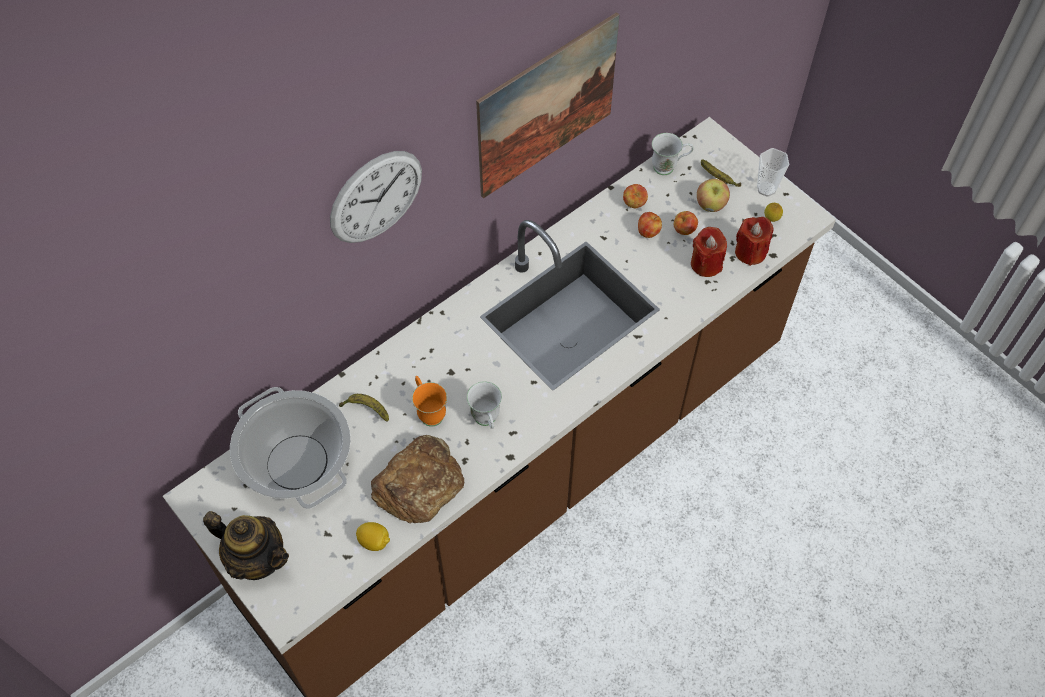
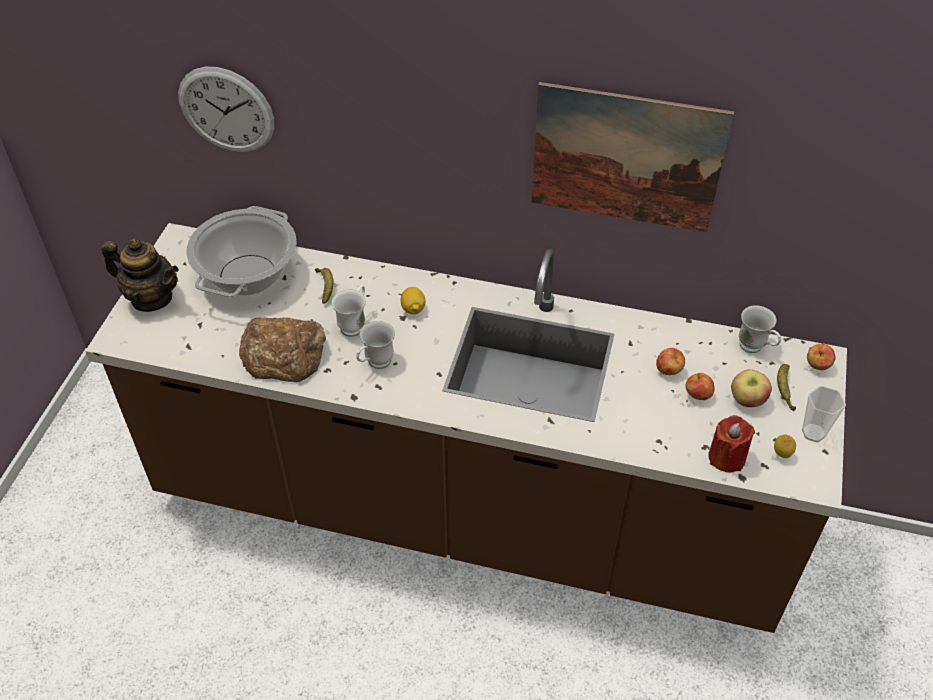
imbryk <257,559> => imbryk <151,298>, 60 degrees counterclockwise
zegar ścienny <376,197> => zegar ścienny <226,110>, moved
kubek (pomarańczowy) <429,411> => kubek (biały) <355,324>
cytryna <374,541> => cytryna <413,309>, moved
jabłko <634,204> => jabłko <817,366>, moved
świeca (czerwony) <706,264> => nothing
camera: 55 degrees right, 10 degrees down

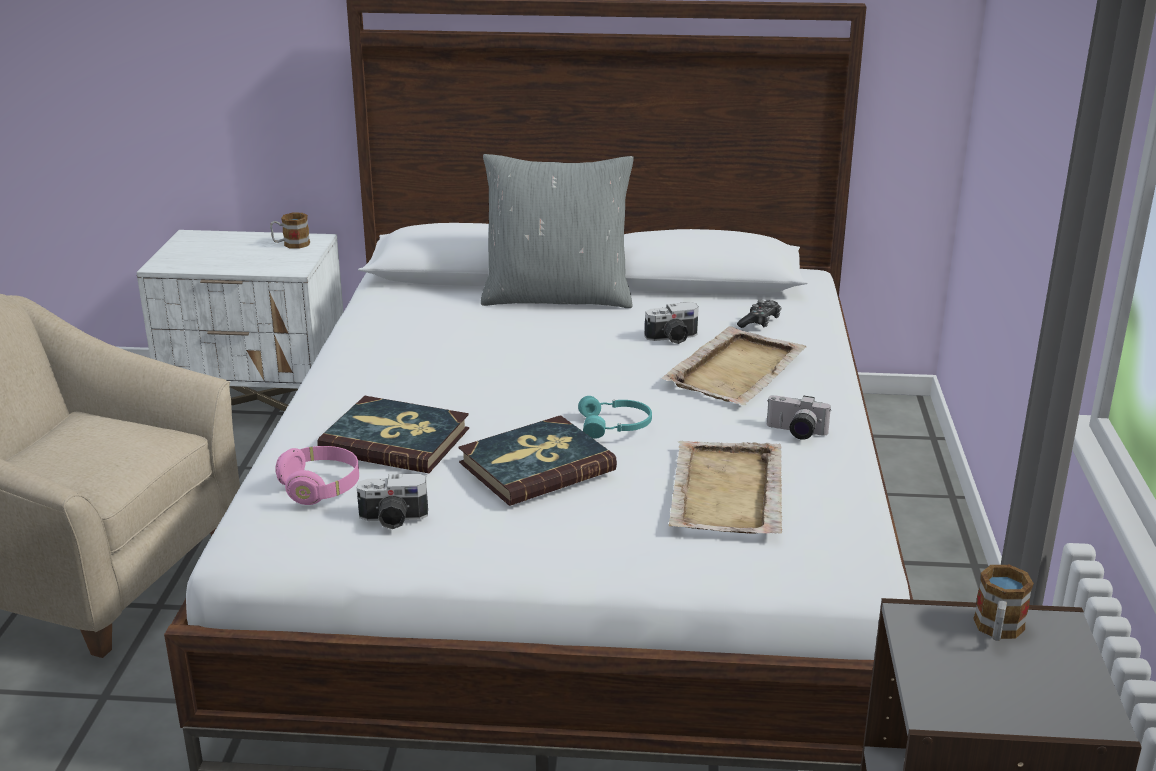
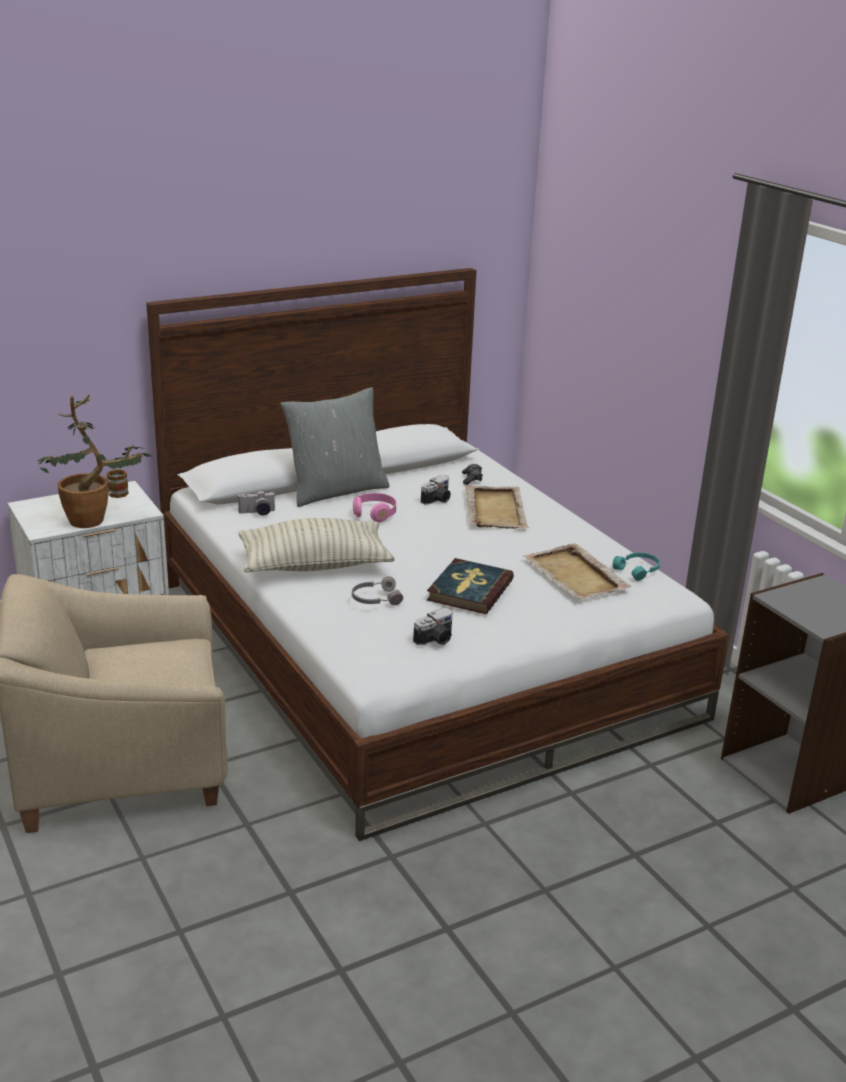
nothing => roślina doniczkowa <95,521>
aparat fotograficzny <795,433> => aparat fotograficzny <257,513>, moved
nothing => poduszka <315,565>
książka <395,440> => słuchawki (szary) <375,599>
słuchawki (różowy) <320,488> => słuchawki (różowy) <375,514>, moved
słuchawki (turkusowy) <616,426> => słuchawki (turkusowy) <638,570>, moved
kubek <997,630> => nothing
camera: 35 degrees left, 0 degrees up

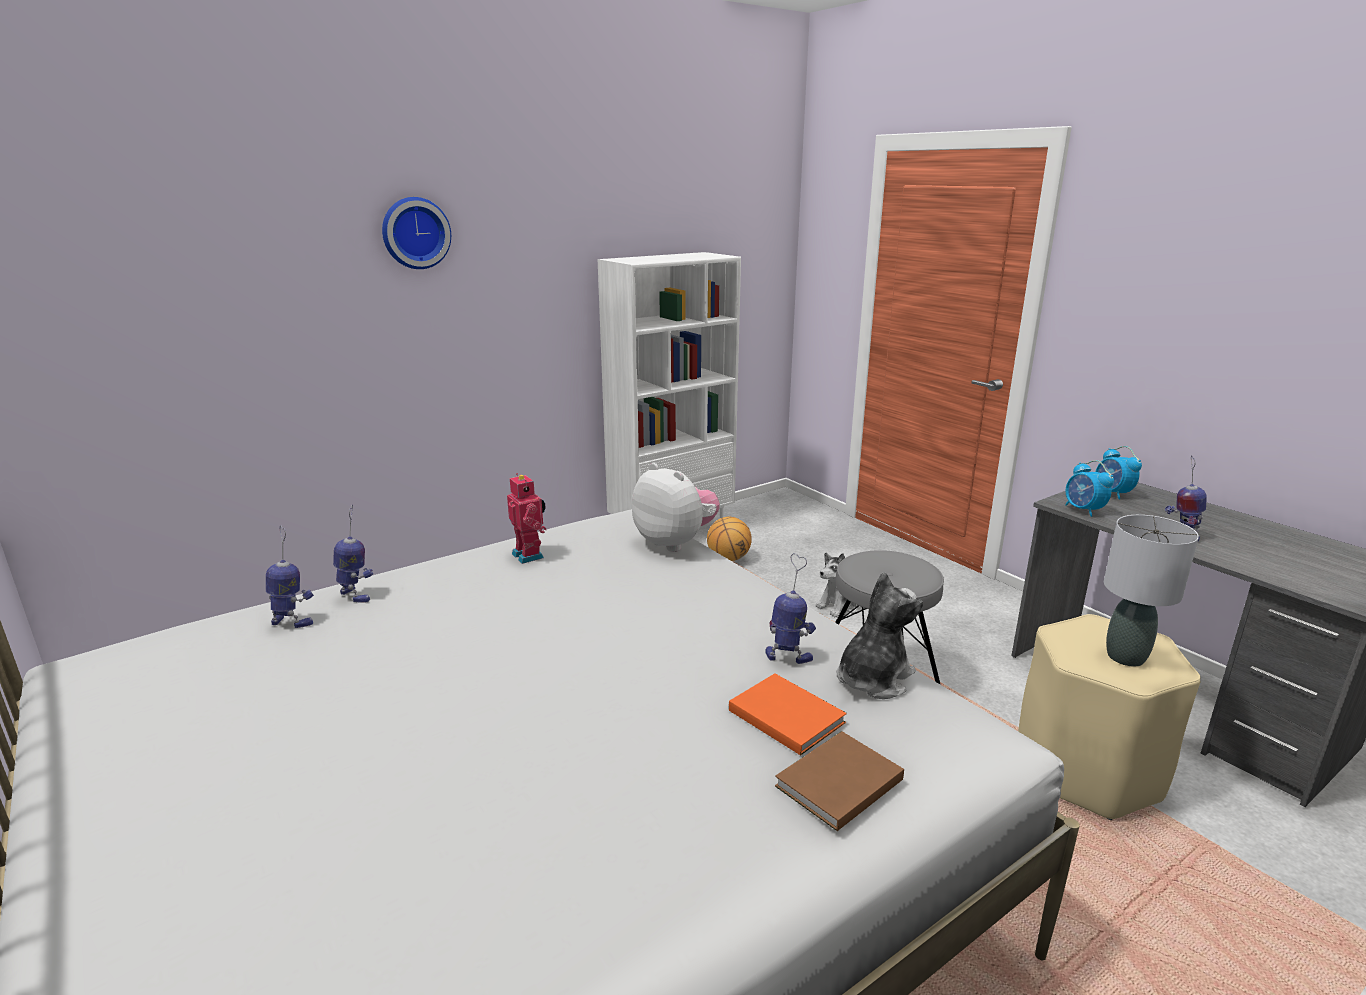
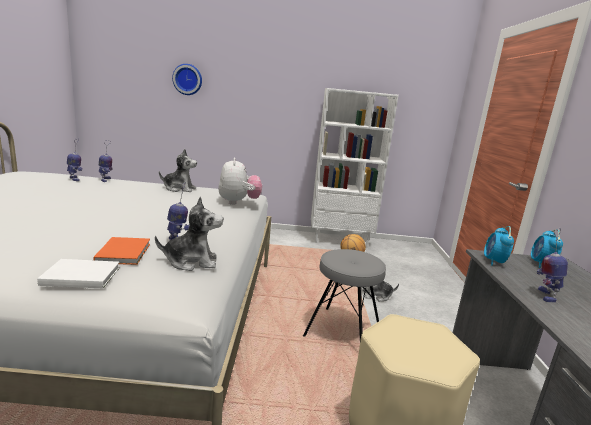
książka (brązowy) <835,783> => książka (biały) <80,276>
robot zabawkowy <530,555> => pluszak <179,189>
zegar ścienny <415,233> => zegar ścienny <188,79>, moved
lampa stołowa (szary) <1126,657> => nothing
camera: 35 degrees right, 5 degrees down

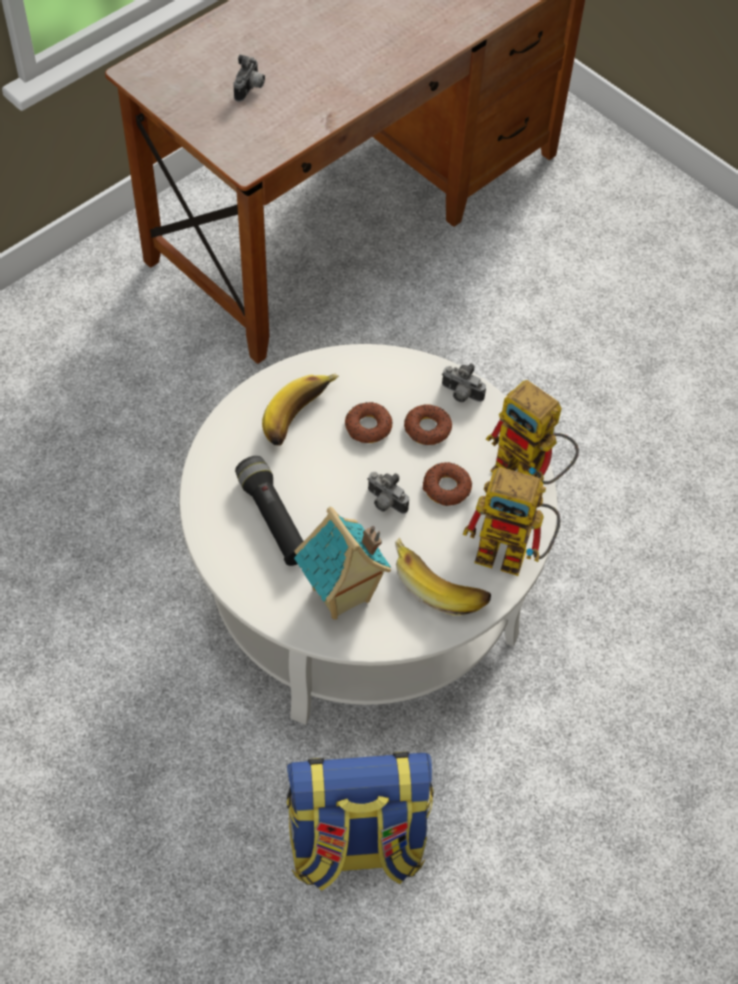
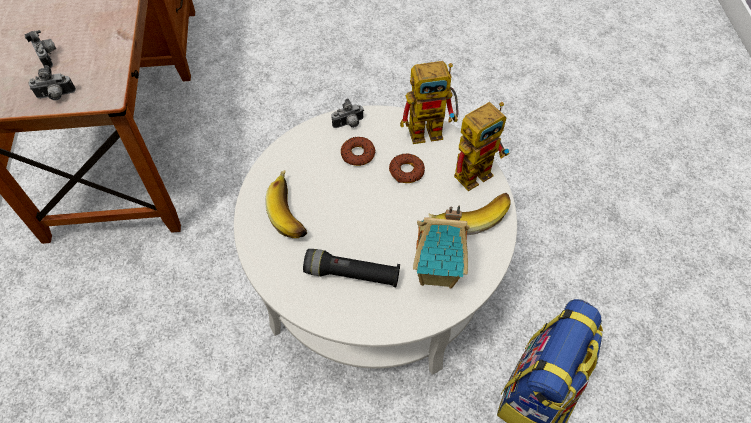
aparat fotograficzny <384,502> => aparat fotograficzny <56,96>, moved
donut <368,427> => nothing
camera: 50 degrees left, 0 degrees up

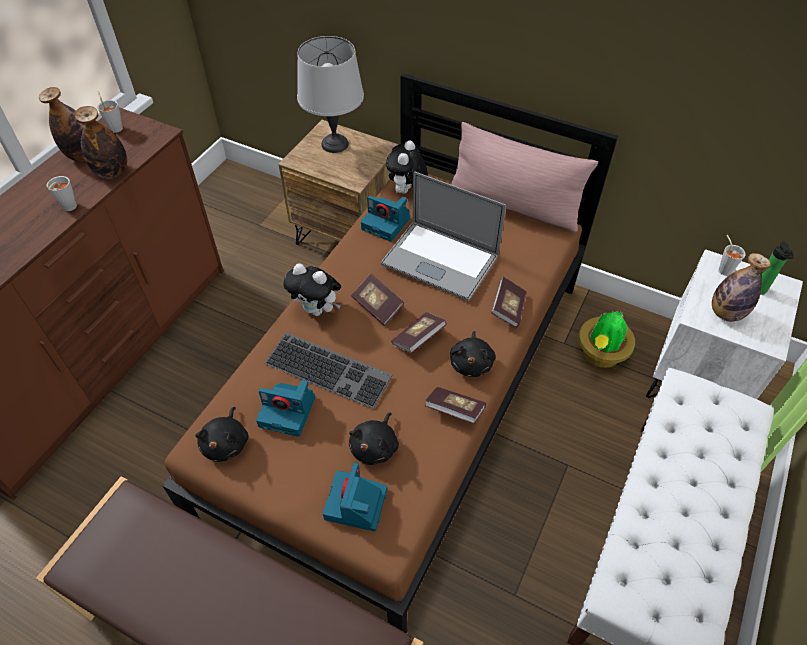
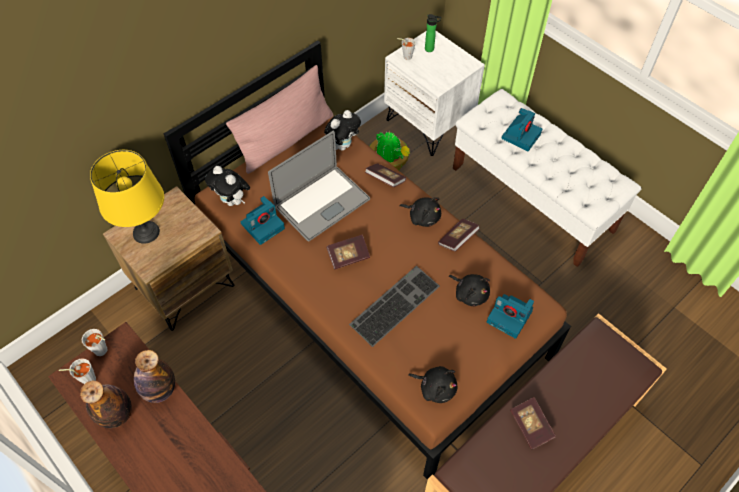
filiżanka (szary) <68,208> => filiżanka (szary) <103,352>, moved
lampa stołowa (szary) <335,144> => lampa stołowa (żółty) <146,232>
pluszak <317,310> => pluszak <343,145>, moved
aparat fotograficzny <288,411> => aparat fotograficzny <521,135>, moved
książka <418,339> => książka <530,426>, moved
butelka <726,313> => nothing
camera: 70 degrees left, 5 degrees up

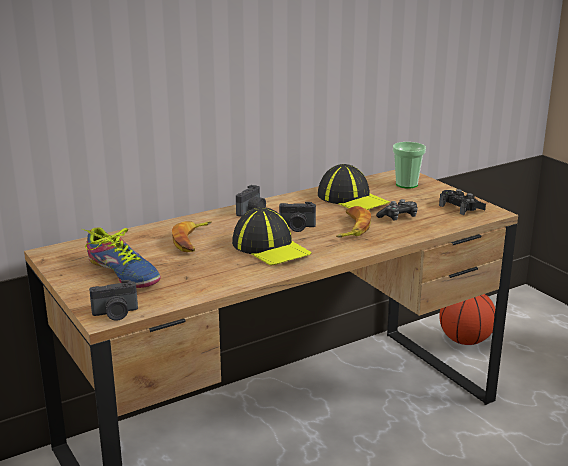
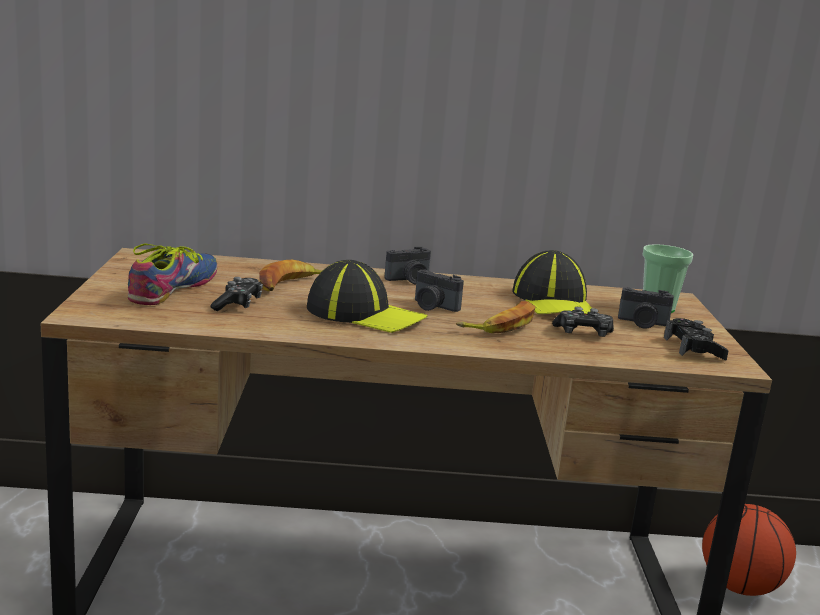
but <123,272> => but <173,288>, 150 degrees counterclockwise
nothing => pad do gier <238,304>
czapka z daszkiem <271,248> => czapka z daszkiem <365,314>, 60 degrees counterclockwise
aparat fotograficzny <115,314> => aparat fotograficzny <642,323>, moved
camera: 30 degrees right, 5 degrees down

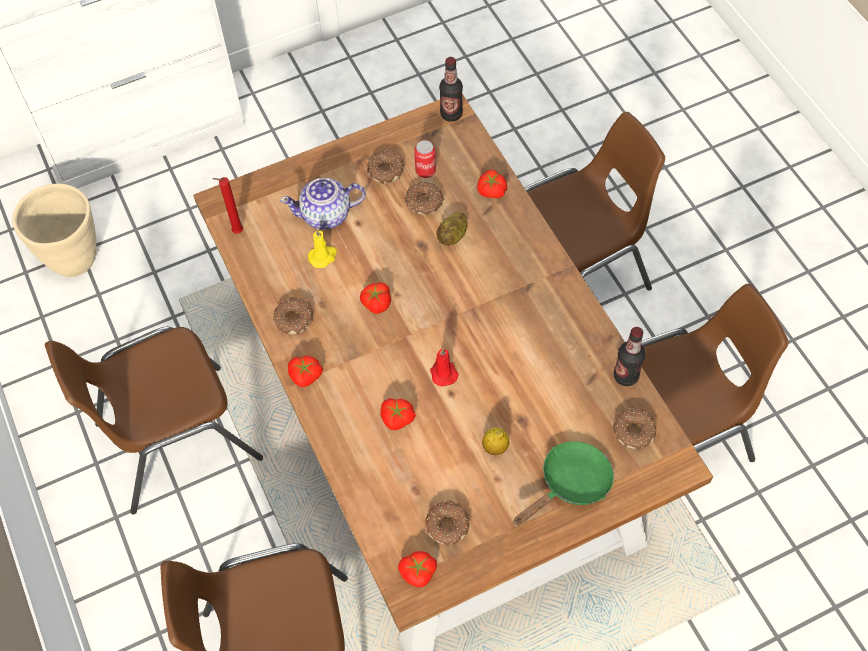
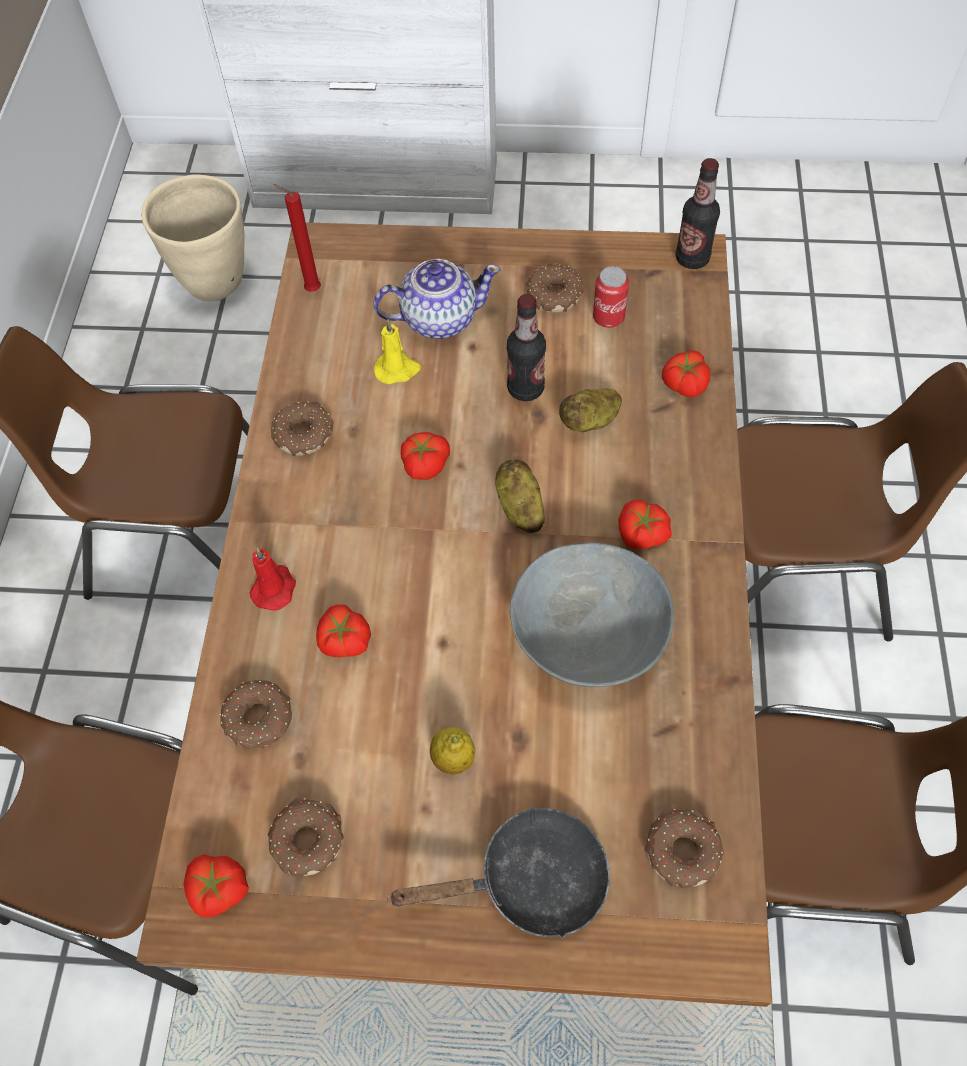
donut <425,202> => donut <259,720>, moved
świeca (czerwony) <443,372> => świeca (czerwony) <274,588>, moved
imbryk <326,215> => imbryk <438,318>, 150 degrees clockwise
patelnia (zielony) <570,484> => patelnia (czarny) <530,881>
nothing => ziemniak <519,507>
butelka <626,376> => butelka <525,388>, moved
nothing => miska (szary) <588,637>
pomidor <305,376> => pomidor <641,535>, moved
camera: 30 degrees right, 0 degrees up

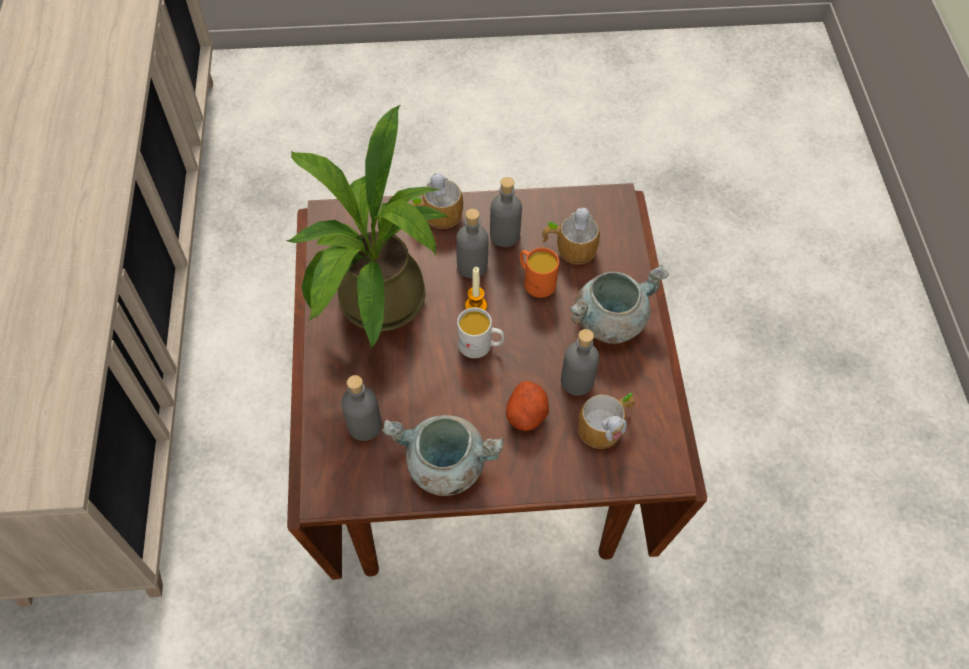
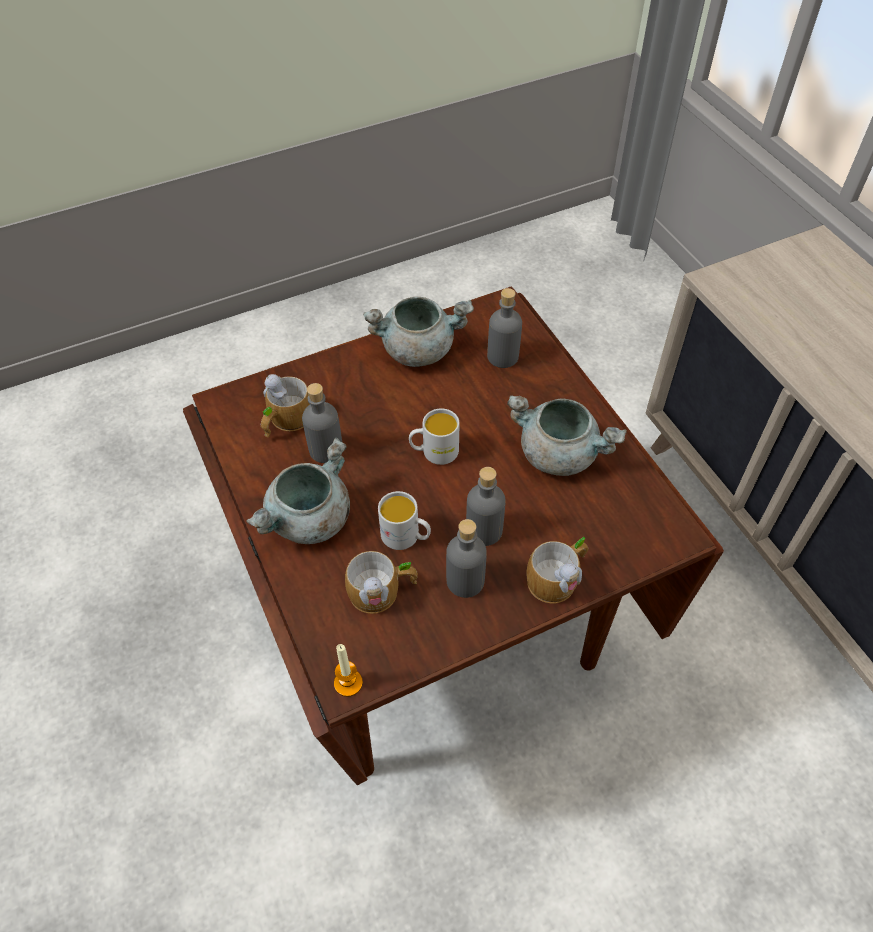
świeca <476,306> => świeca <348,683>, moved
kubek (pomarańczowy) <535,281> => kubek (biały) <406,537>
roślina doniczkowa <374,307> => garnek (szary) <560,454>
ziemniak <527,415> => nothing
camera: 160 degrees right, 5 degrees down

